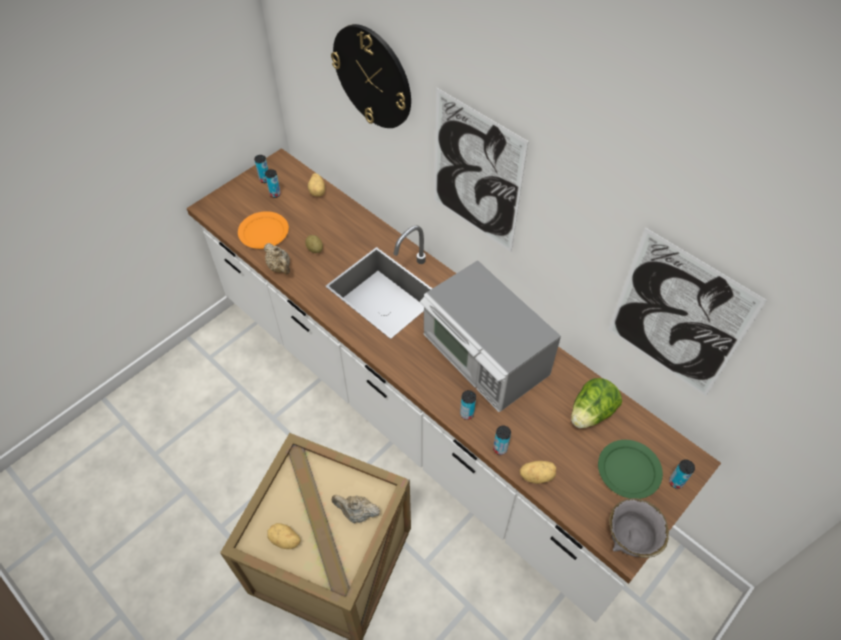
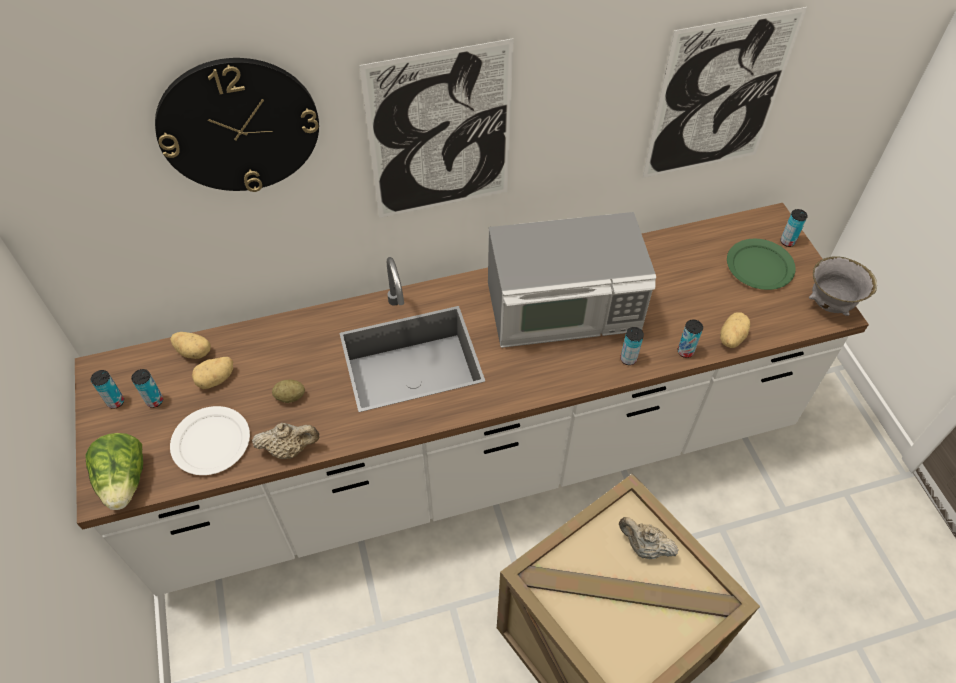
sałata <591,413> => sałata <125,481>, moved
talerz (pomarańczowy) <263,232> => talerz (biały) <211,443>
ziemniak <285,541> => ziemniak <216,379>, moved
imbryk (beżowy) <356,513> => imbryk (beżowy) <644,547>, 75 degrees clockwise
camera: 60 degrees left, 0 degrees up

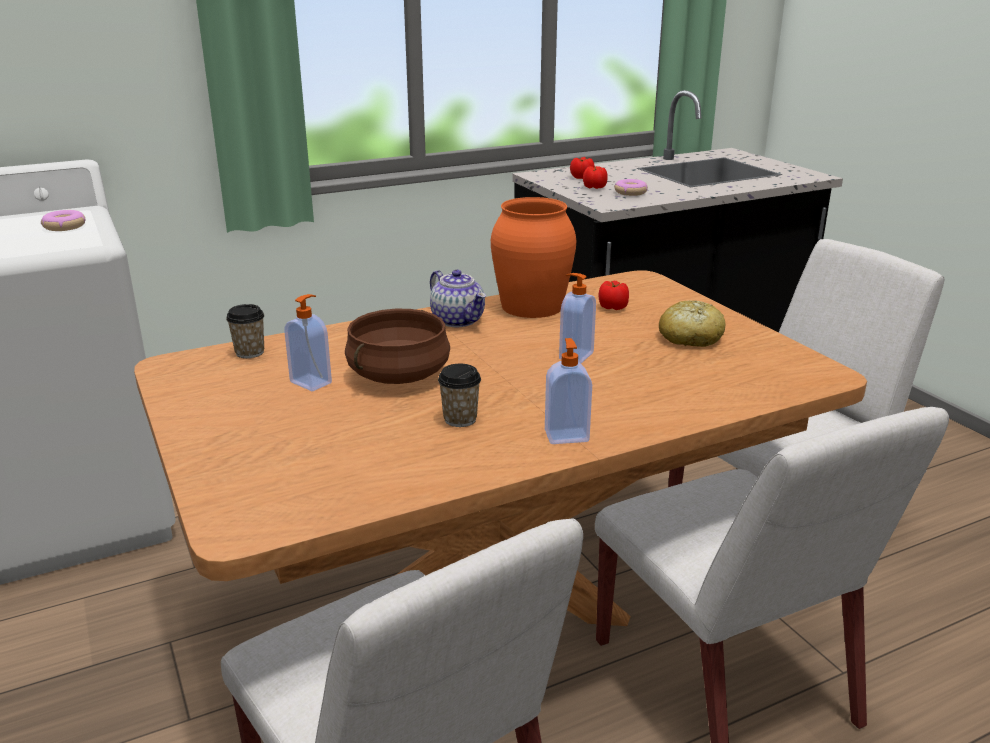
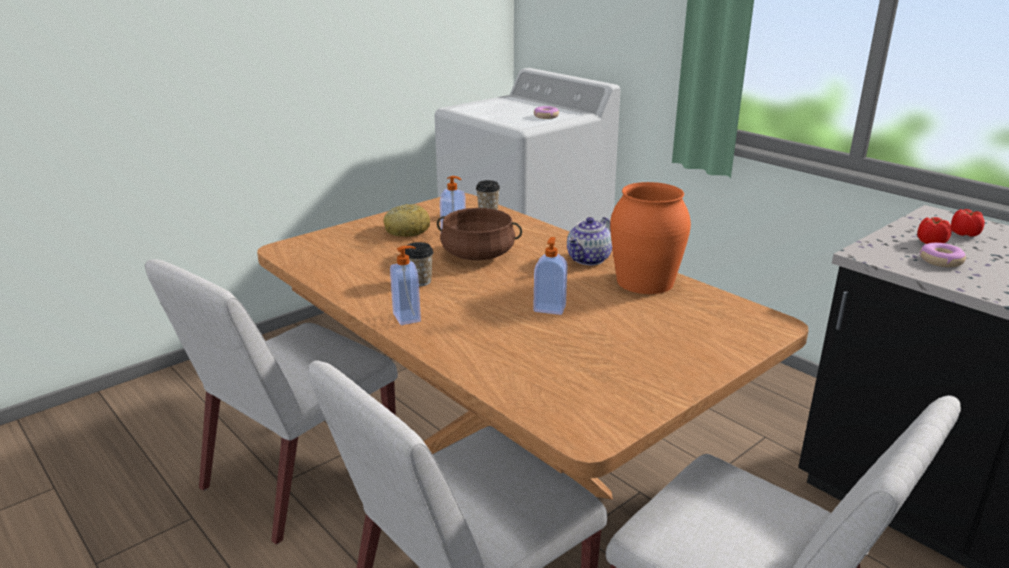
chleb <690,337> => chleb <407,230>, moved
pomidor <613,307> => nothing
camera: 75 degrees right, 0 degrees up

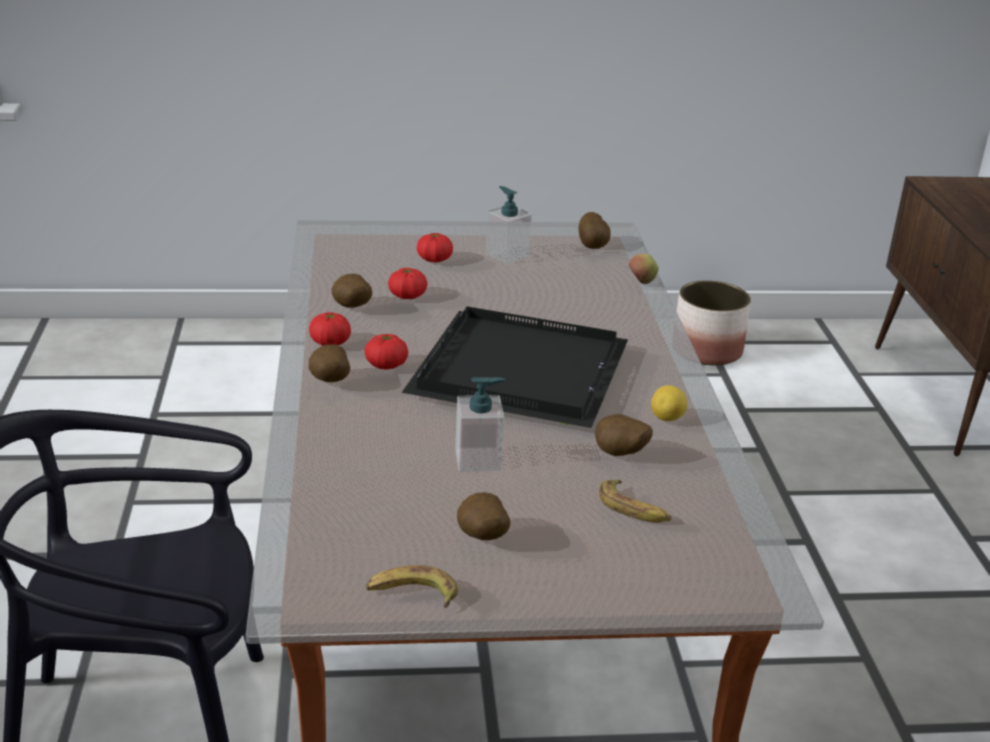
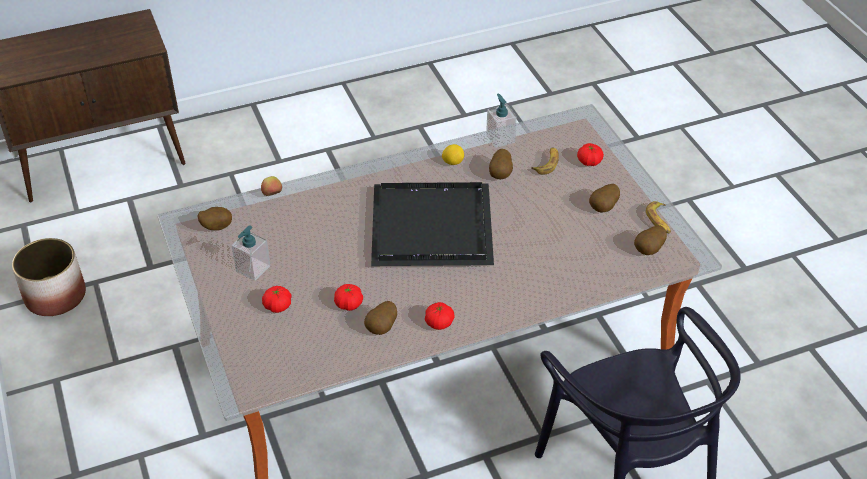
dozownik mydła <478,459> => dozownik mydła <500,138>, moved
pomidor <386,365> => pomidor <589,162>, moved
ziemniak <329,382> => ziemniak <649,250>, moved
camera: 105 degrees left, 15 degrees up

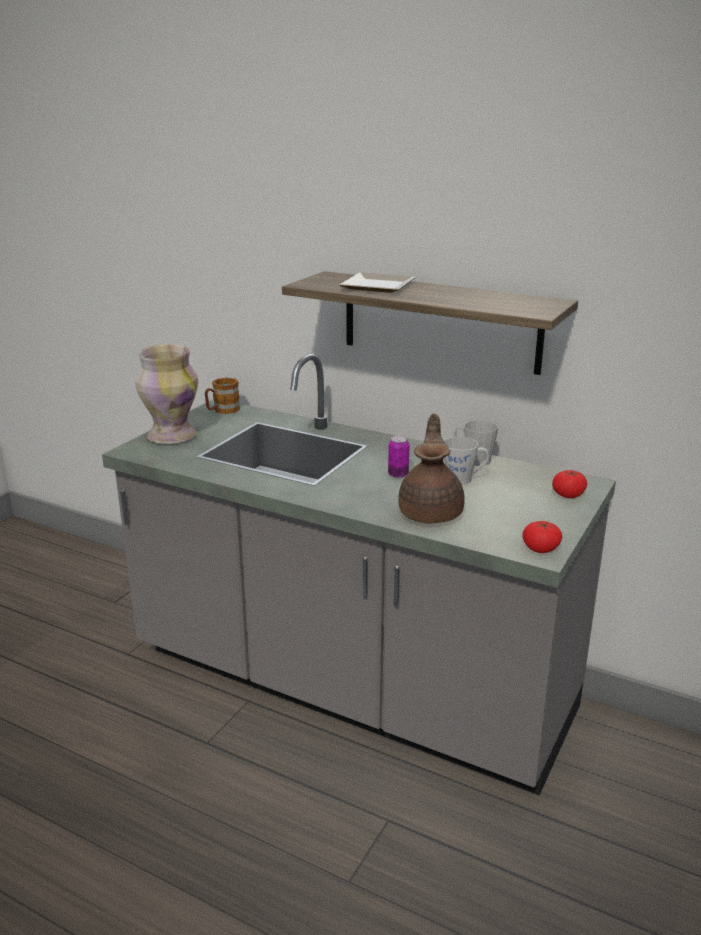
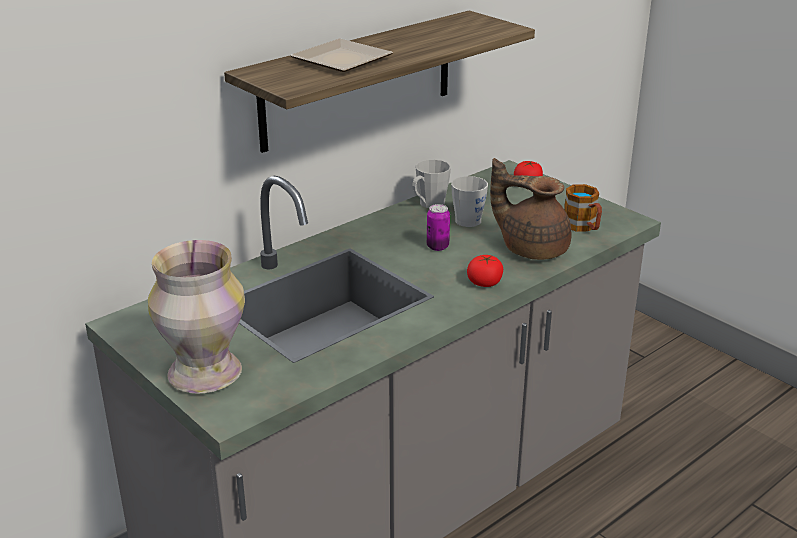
pomidor <540,548> => pomidor <484,282>, moved
kubek <222,410> => kubek <583,227>, moved
camera: 70 degrees left, 5 degrees up

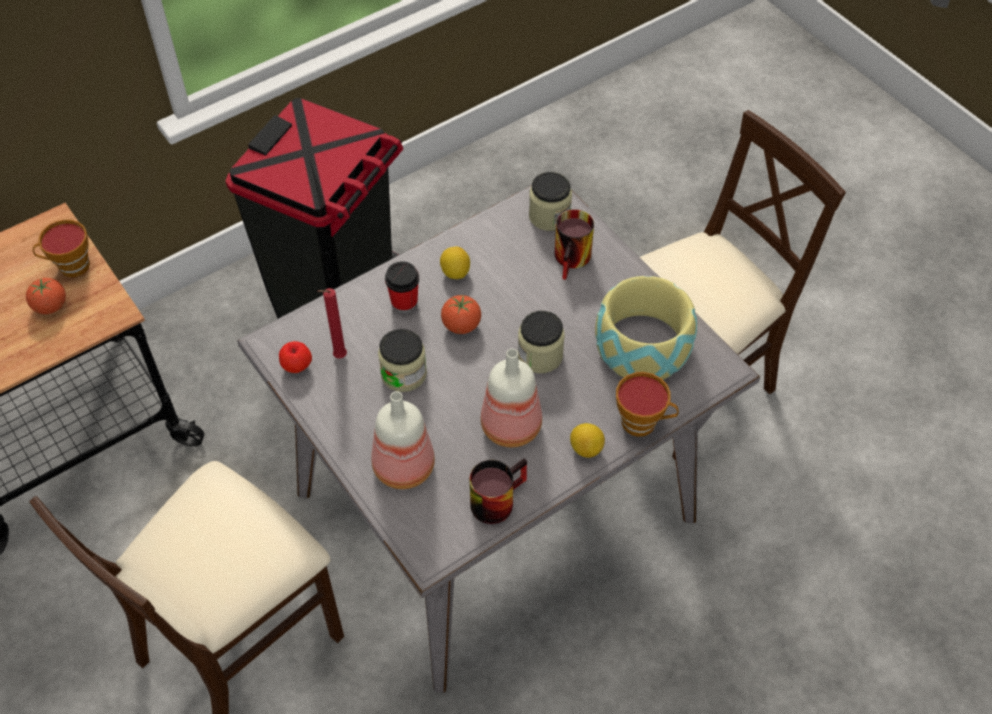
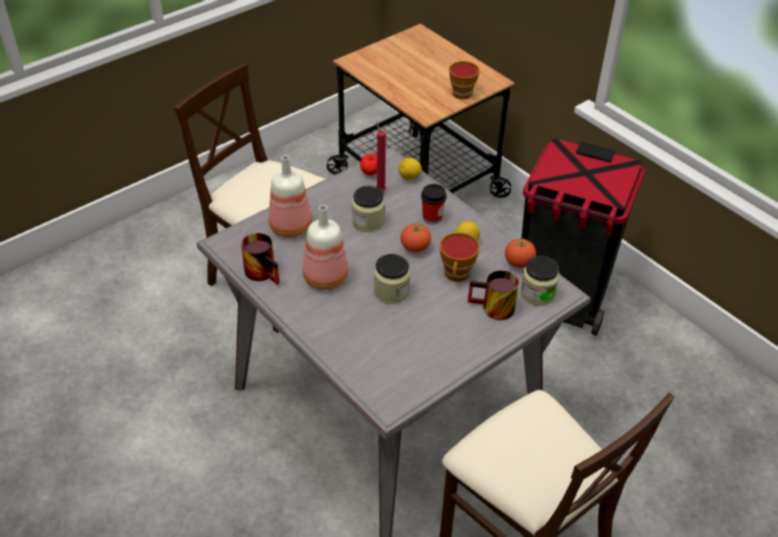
cytryna <586,448> => cytryna <409,177>, moved
filiżanka <643,422> => filiżanka <456,275>, moved
pomidor <51,306> => pomidor <518,263>, moved
miska <643,347> => nothing
camera: 85 degrees right, 10 degrees down

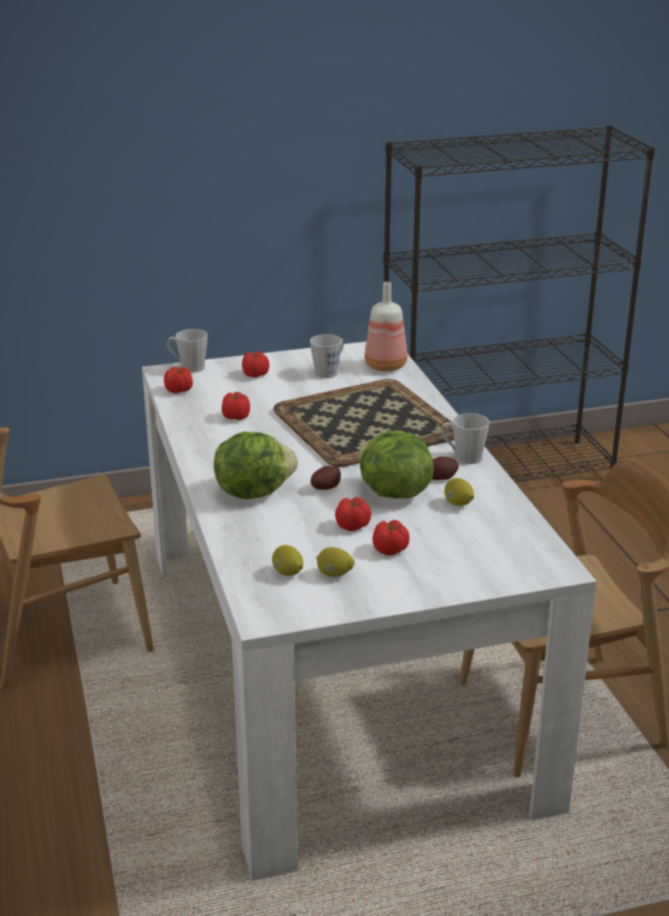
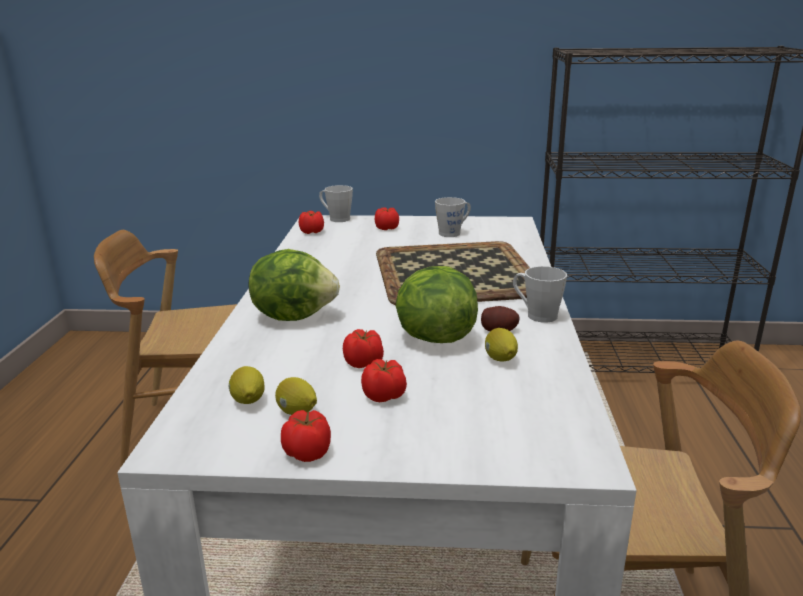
pomidor <236,416> => pomidor <308,452>, moved
ziemniak <325,488> => nothing
butelka <387,366> => nothing
camera: 20 degrees right, 5 degrees down

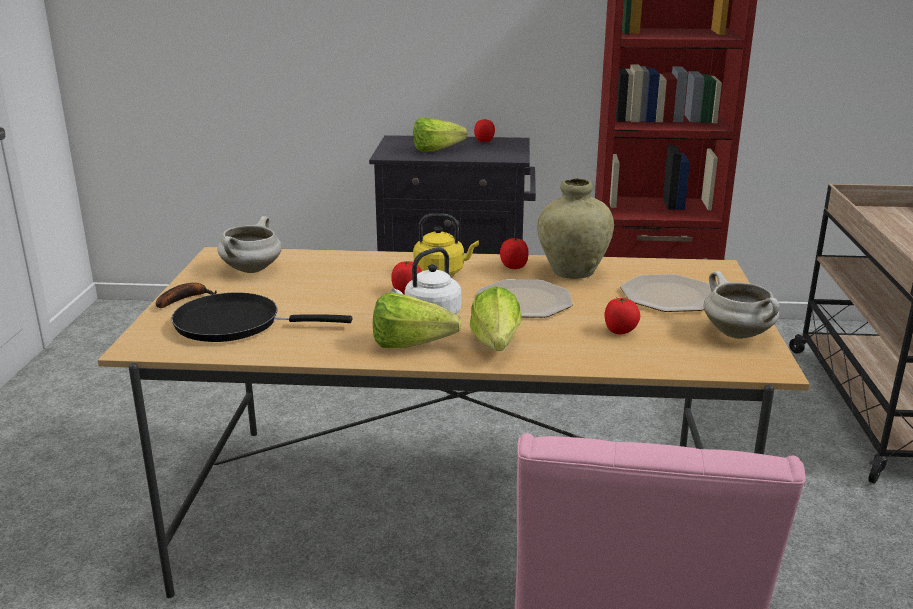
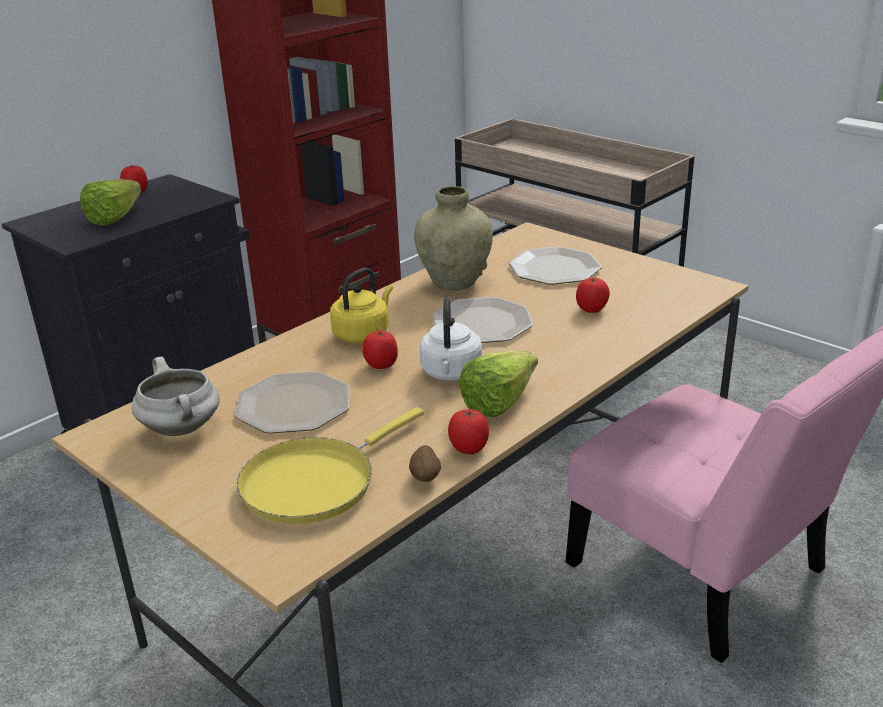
nothing => talerz <294,404>
patelnia (czarny) <235,324> => patelnia (żółty) <315,482>
nothing => ziemniak <425,478>
pomidor <514,267> => pomidor <468,448>, moved
banan <184,299> => nothing
sałata <494,349> => nothing
garnek (biały) <739,334> => nothing
camera: 50 degrees left, 5 degrees up

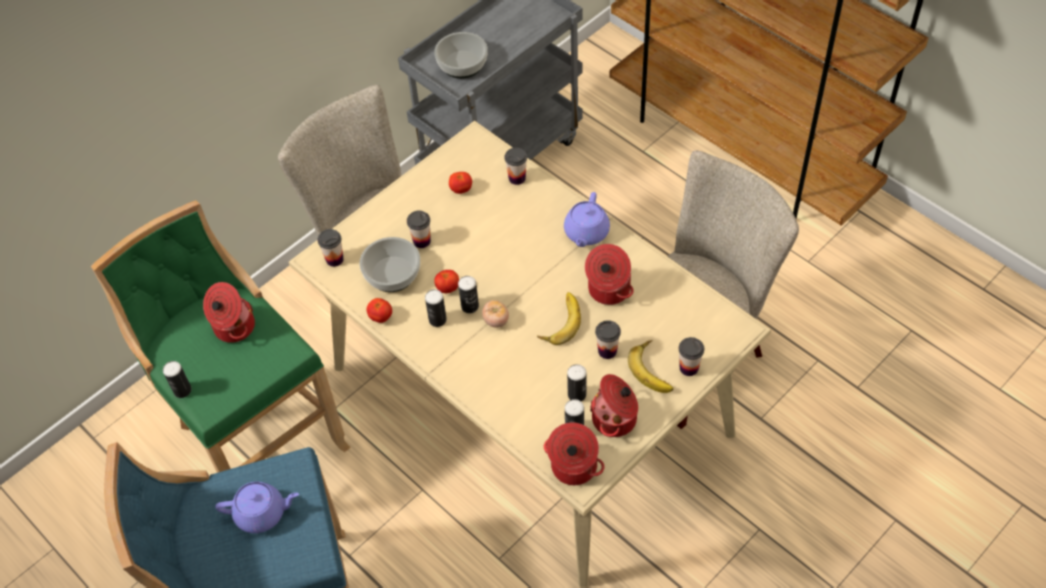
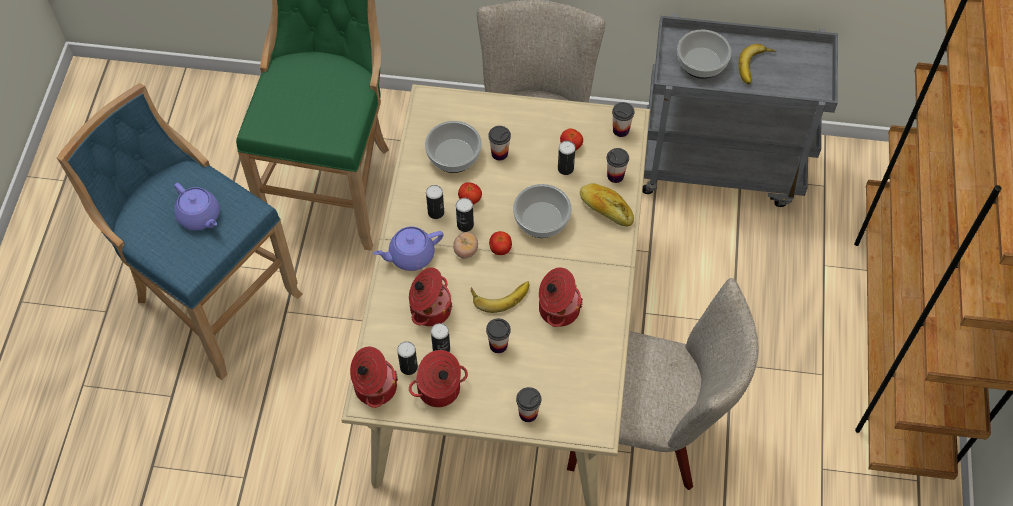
imbryk (fioletowy) <586,233> => imbryk (fioletowy) <410,255>, moved
garnek <233,327> => garnek <429,309>, moved
pomidor <381,317> => pomidor <500,249>, moved
nothing => miska <541,220>
puszka <182,390> => puszka <565,168>, moved
nothing => chleb <605,209>
filiżanka <334,259> => filiżanka <621,130>, moved
banan <654,369> => banan <756,67>, moved
camera: 50 degrees right, 5 degrees up

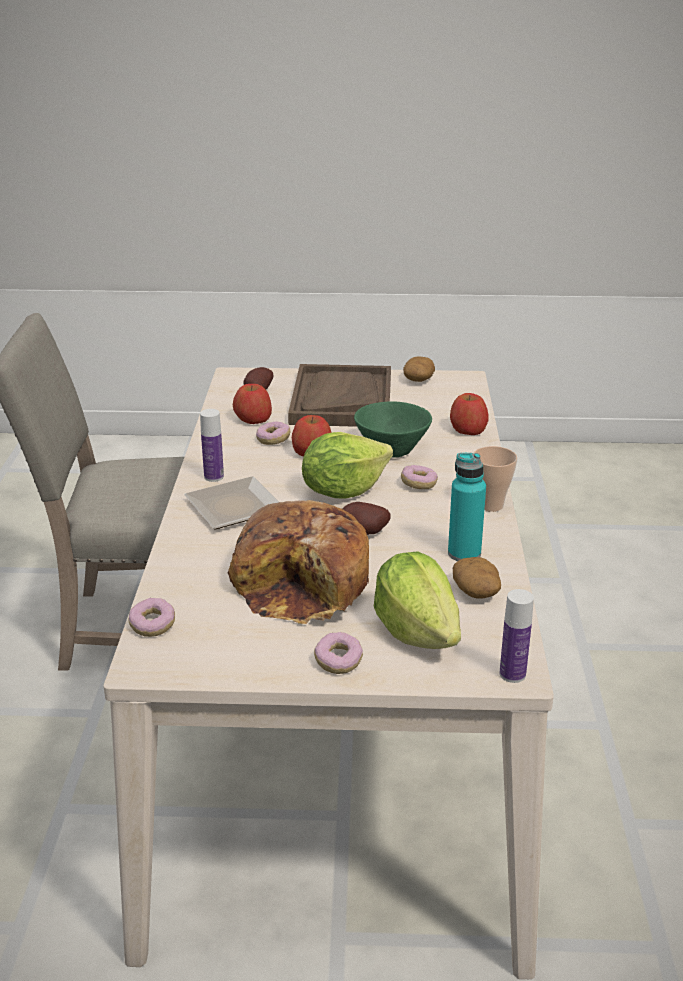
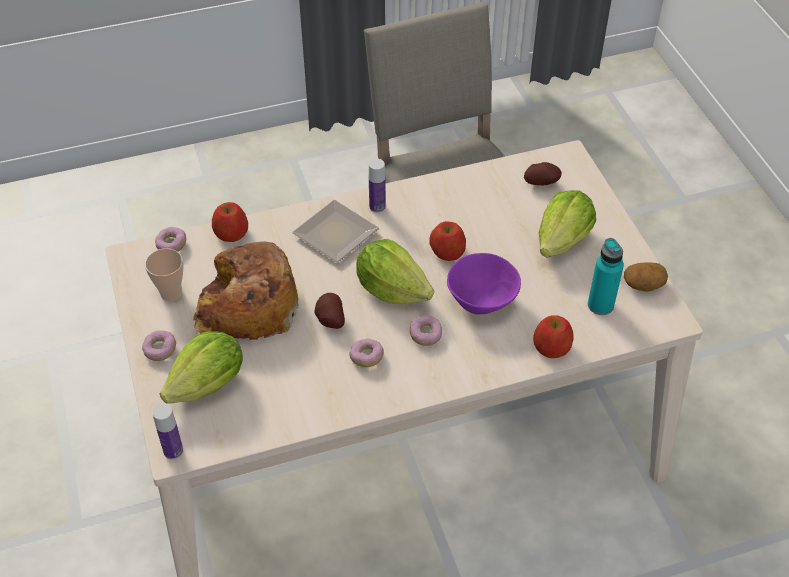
filiżanka <491,505> => filiżanka <171,293>, moved
jabłko <253,419> => jabłko <231,232>, moved
donut <273,440> => donut <366,357>, moved
miska (zielony) <394,449> => miska (fioletowy) <482,303>
taca (brązowy) <341,399> => sałata <563,241>
butelka (turkusowy) <464,553> => butelka (turkusowy) <600,305>, moved
ziemniak <476,591> => nothing
camera: 70 degrees right, 20 degrees up

